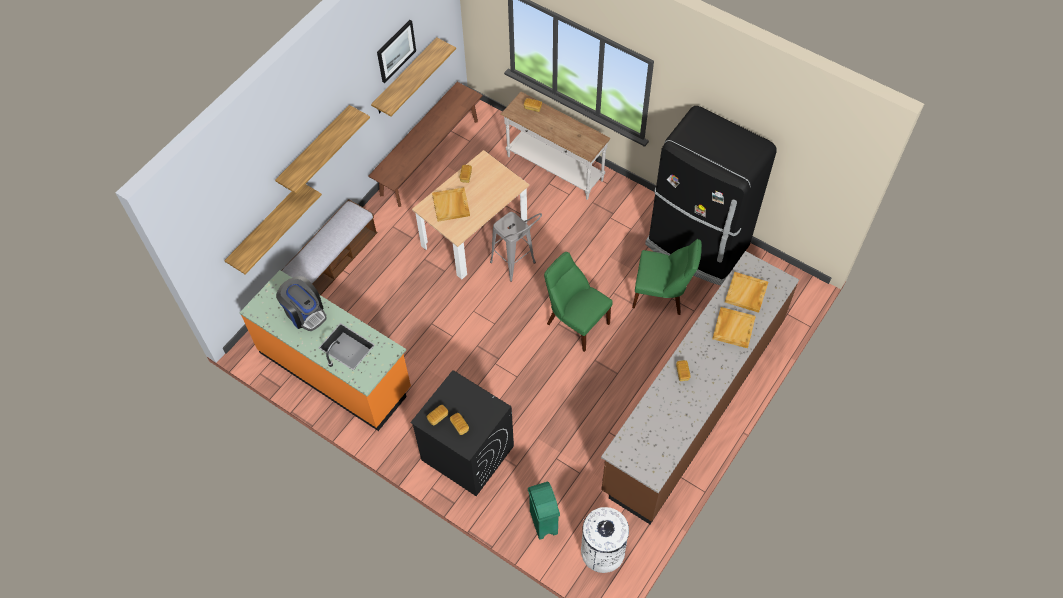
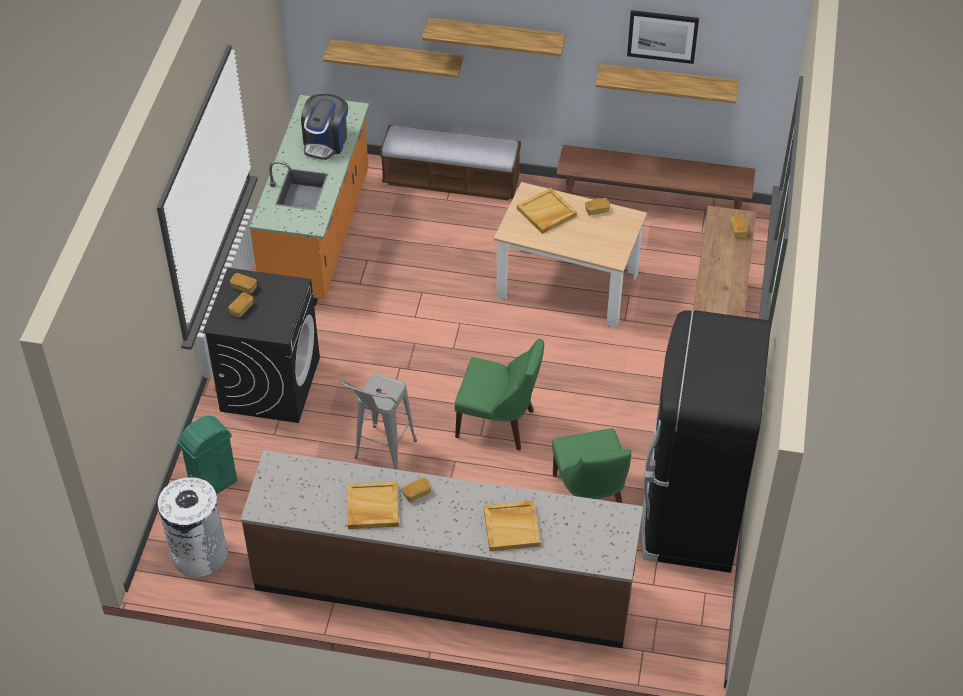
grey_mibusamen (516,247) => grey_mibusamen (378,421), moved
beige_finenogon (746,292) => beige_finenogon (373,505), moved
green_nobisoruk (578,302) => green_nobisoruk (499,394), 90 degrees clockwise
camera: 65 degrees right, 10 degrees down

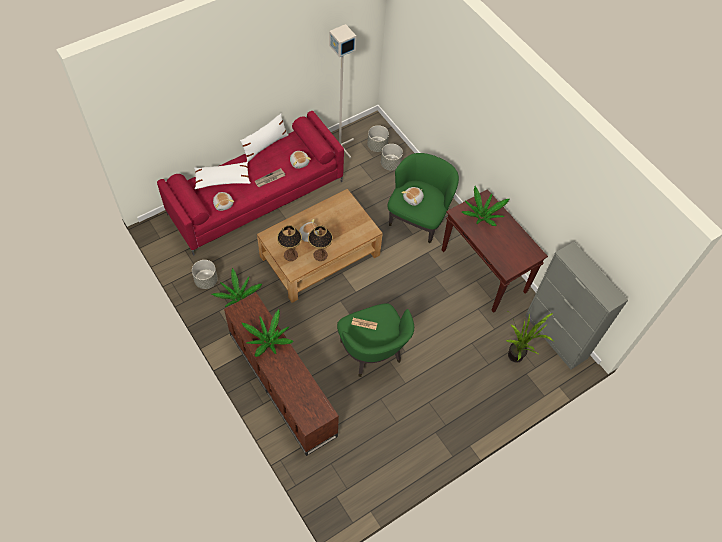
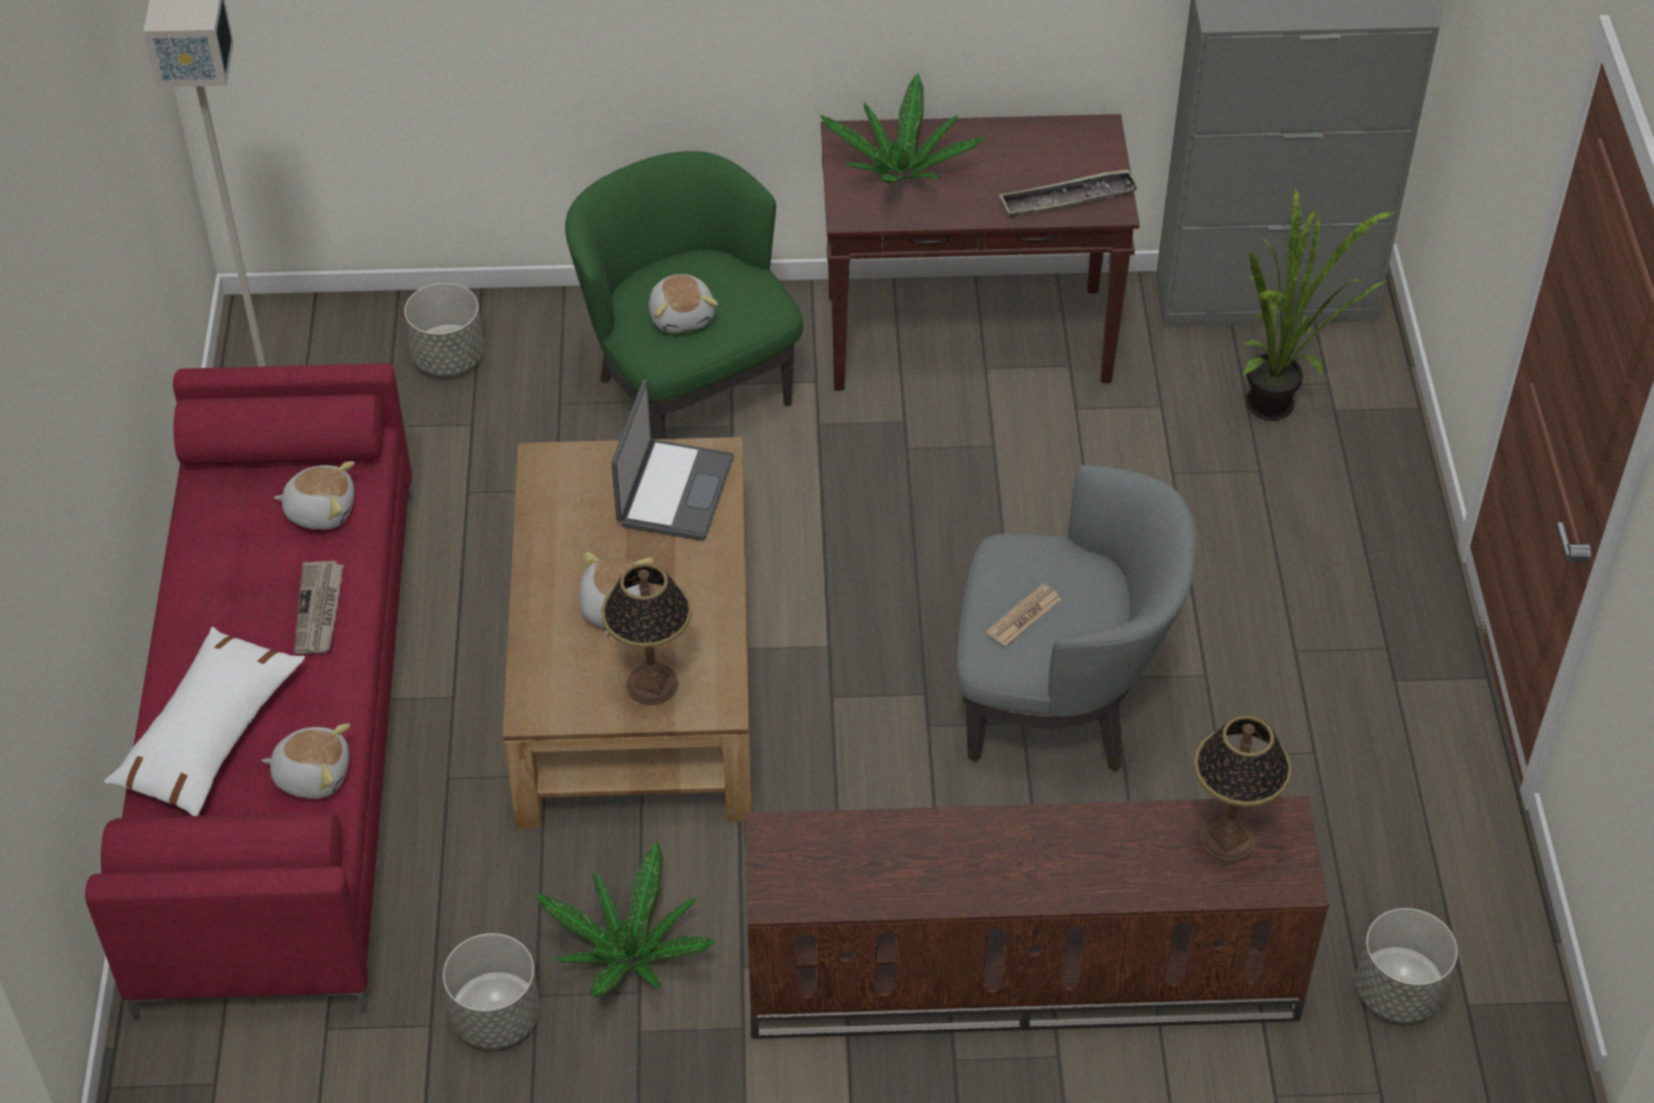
nothing => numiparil (672,460)
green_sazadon (375,340) => grey_sazadon (1076,618)
nothing => finenogon (1069,193)
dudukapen (320,243) => dudukapen (1243,788), moved
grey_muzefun (378,138) => grey_muzefun (1407,965), moved
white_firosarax (264,137) => nothing
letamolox (268,333) => nothing
camera: 55 degrees left, 10 degrees down

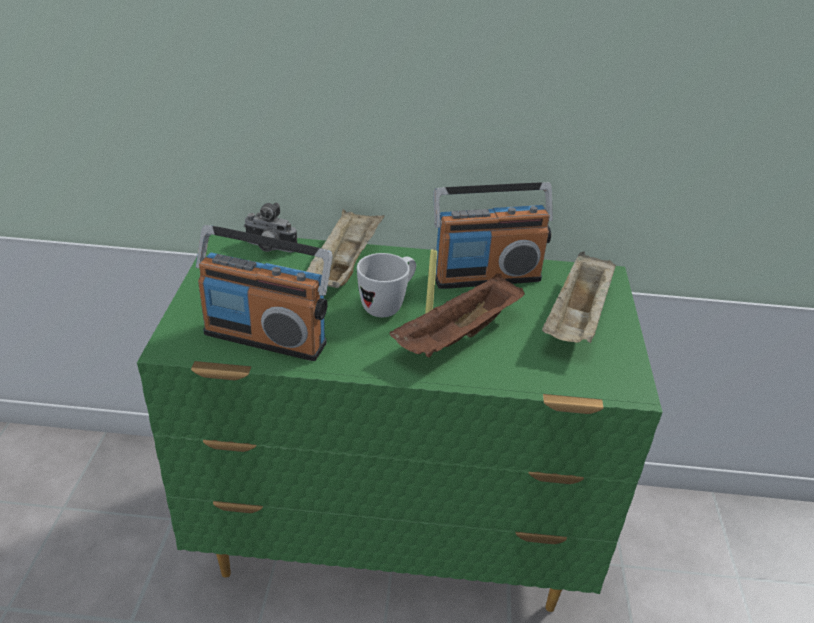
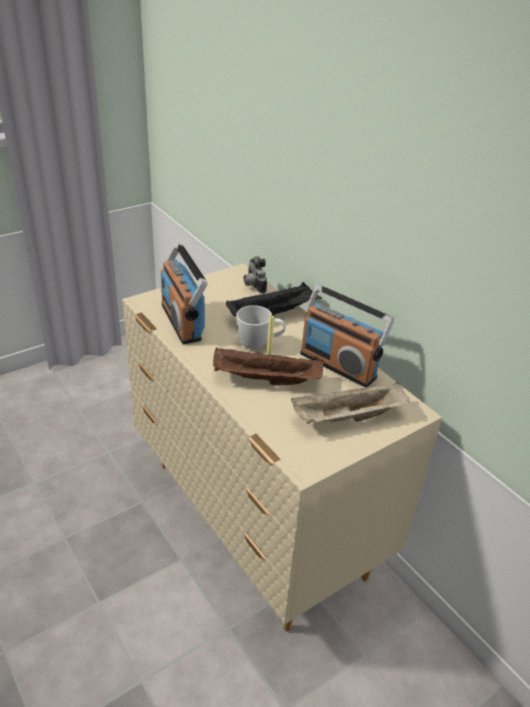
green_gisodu (399,423) => beige_gisodu (282,447)
beige_finenogon (345,248) => black_finenogon (274,299)
camera: 50 degrees right, 0 degrees up

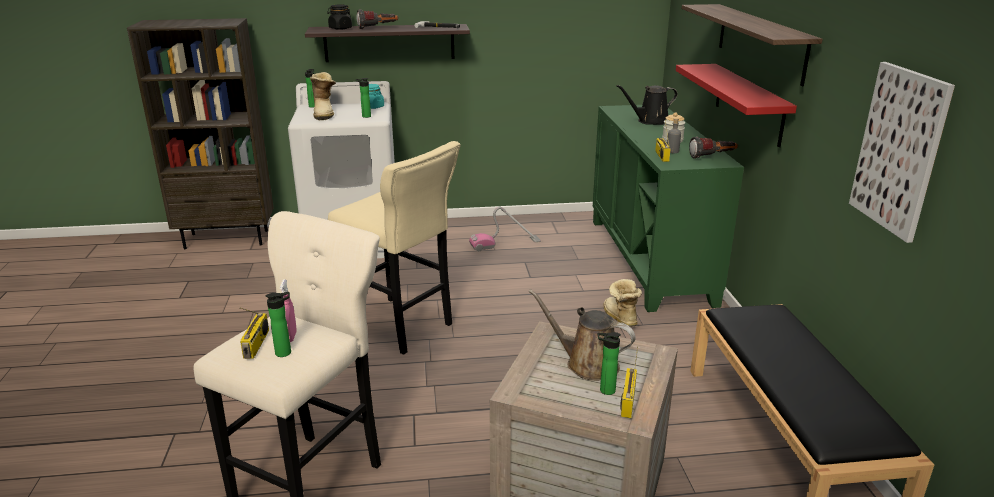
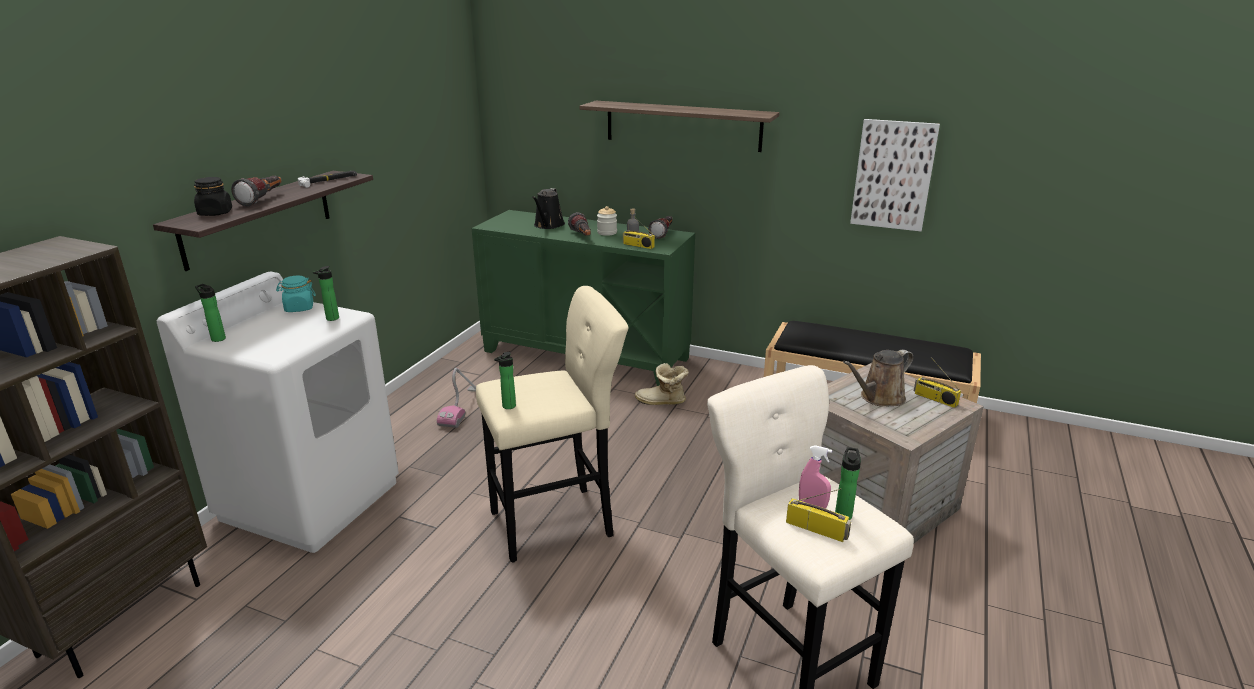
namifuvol (609,363) => namifuvol (505,380), moved
nothing => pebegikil (579,224)
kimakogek (323,96) => nothing
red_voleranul (736,105) => nothing
camera: 60 degrees left, 0 degrees up

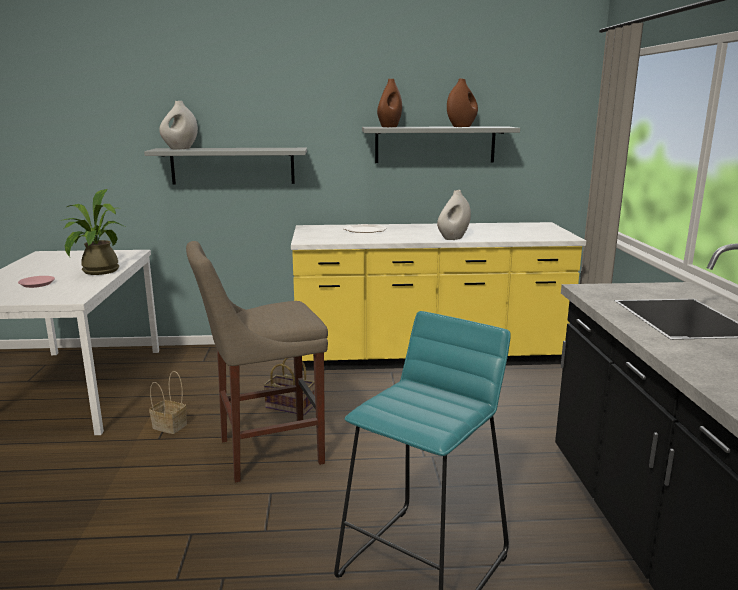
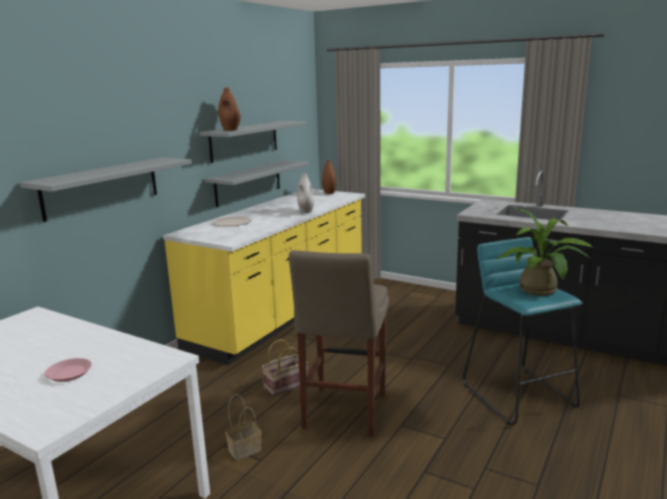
nothing => grey_voleranul (257,184)
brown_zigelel (462,103) => brown_zigelel (329,177), moved
letamolox (92,232) => letamolox (545,252), moved
white_zigelel (178,125) => nothing
camera: 55 degrees left, 0 degrees up

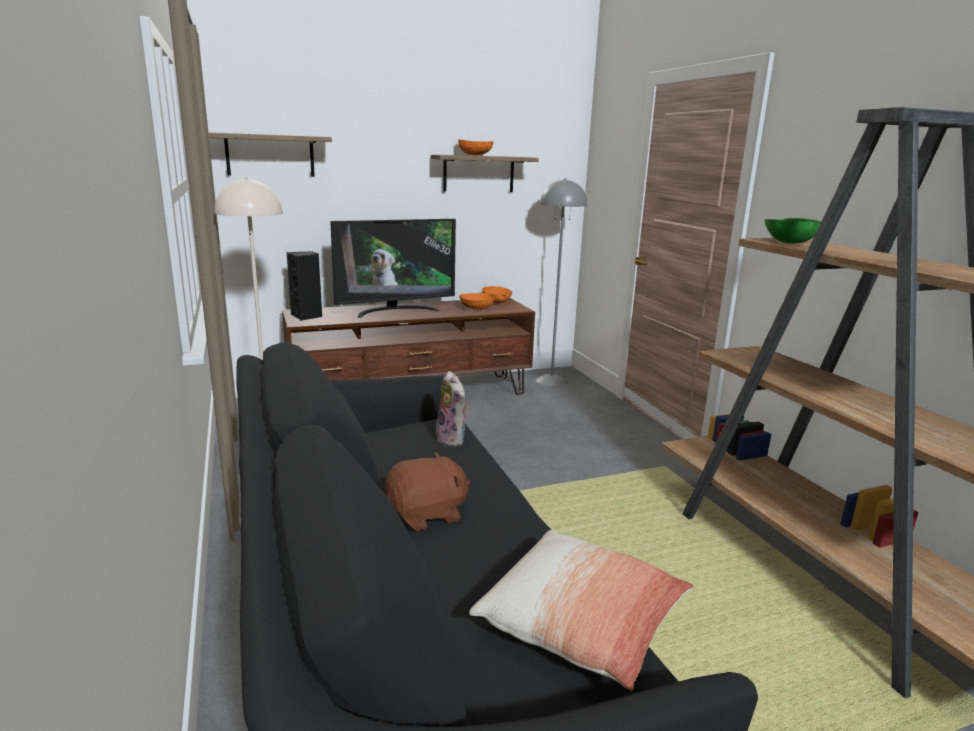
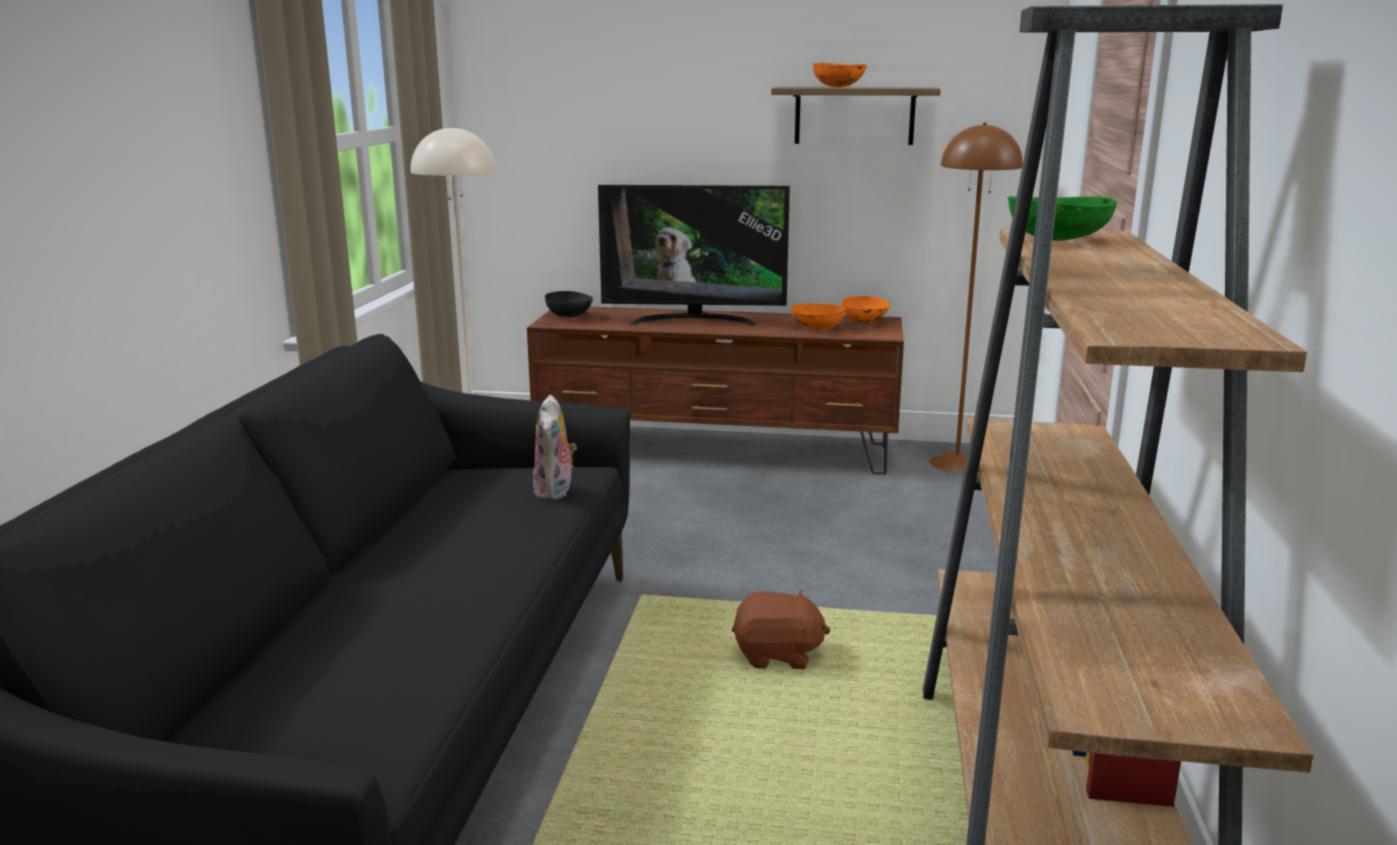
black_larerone (304,286) => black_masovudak (569,304)
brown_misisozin (427,491) => brown_misisozin (781,629), moved
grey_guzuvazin (561,282) => brown_guzuvazin (976,297)
voleranul (270,155) => nothing
firosarax (581,610) => nothing
camera: 30 degrees right, 0 degrees up

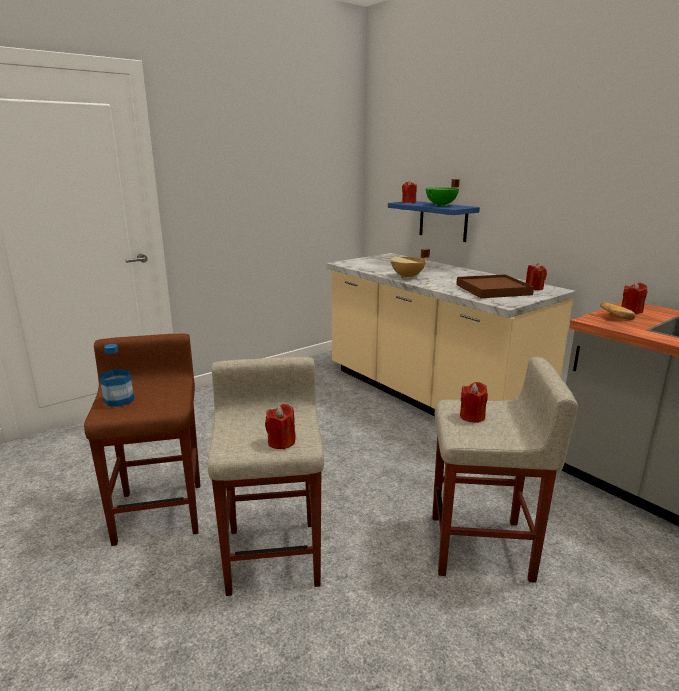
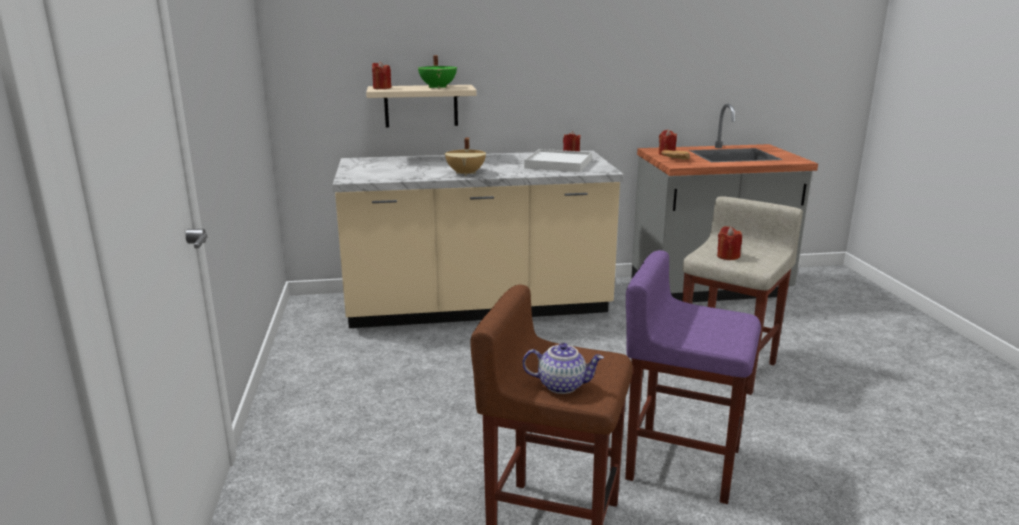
blue_voleranul (434,221) => beige_voleranul (421,106)
namifuvol (117,375) => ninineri (563,368)
brown_finenogon (495,286) => white_finenogon (558,160)
beige_mibusamen (266,476) => purple_mibusamen (693,377)
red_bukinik (280,426) => nothing
camera: 60 degrees left, 0 degrees up

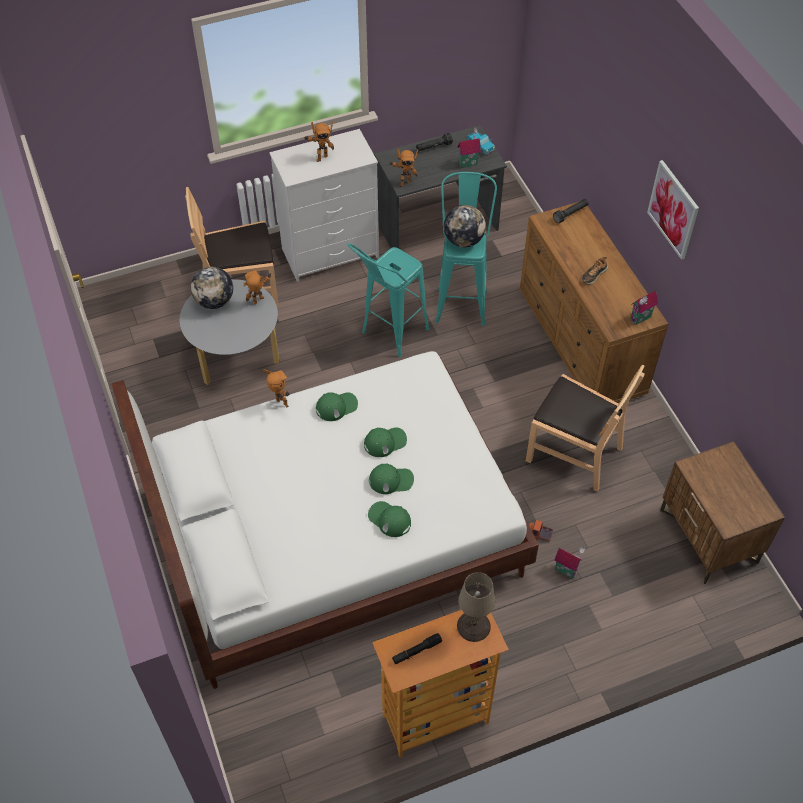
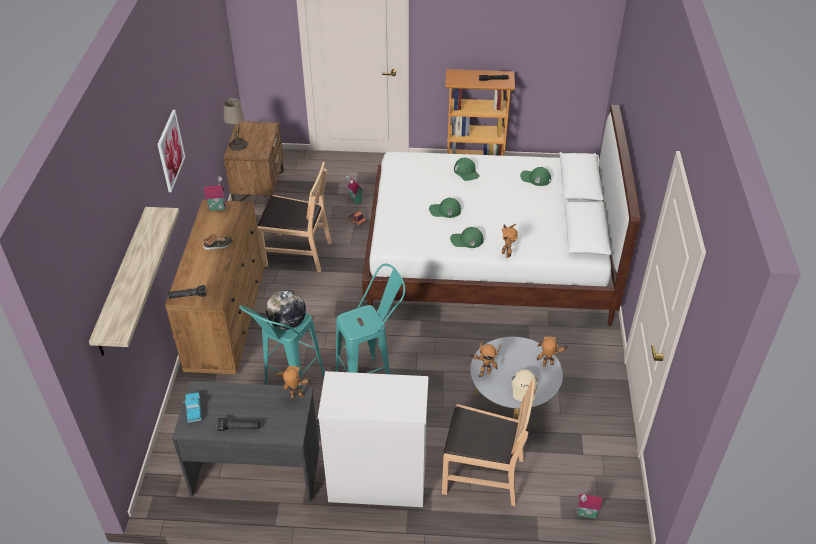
nothing => voleranul (134,281)
beige_dudukapen (476,607) => beige_dudukapen (236,124), moved
brown_nobisoruk (585,428) => brown_nobisoruk (294,217), 135 degrees clockwise
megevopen (212,288) => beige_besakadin (524,385)
green_besakadin (391,478) => green_besakadin (535,176), moved
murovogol (319,141) => murovogol (552,351), moved
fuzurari (469,148) => fuzurari (590,506), moved
camera: 155 degrees left, 10 degrees down

